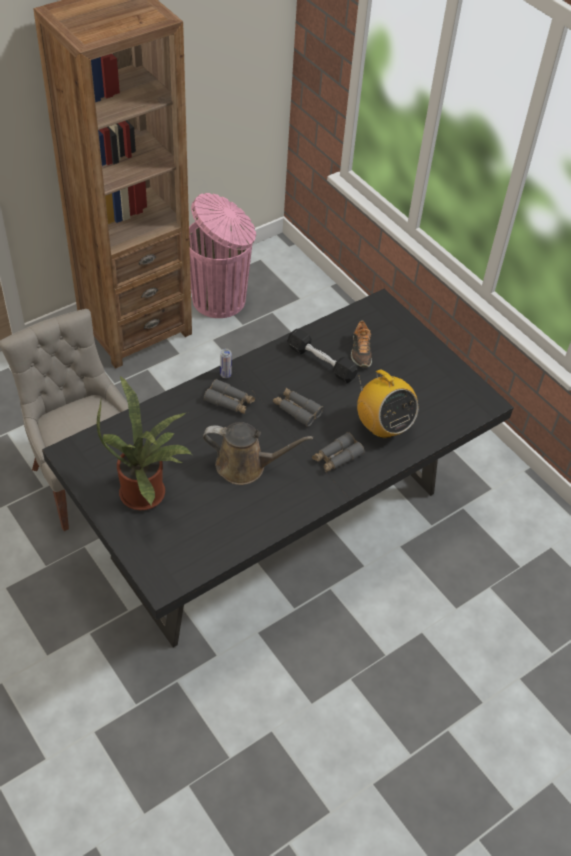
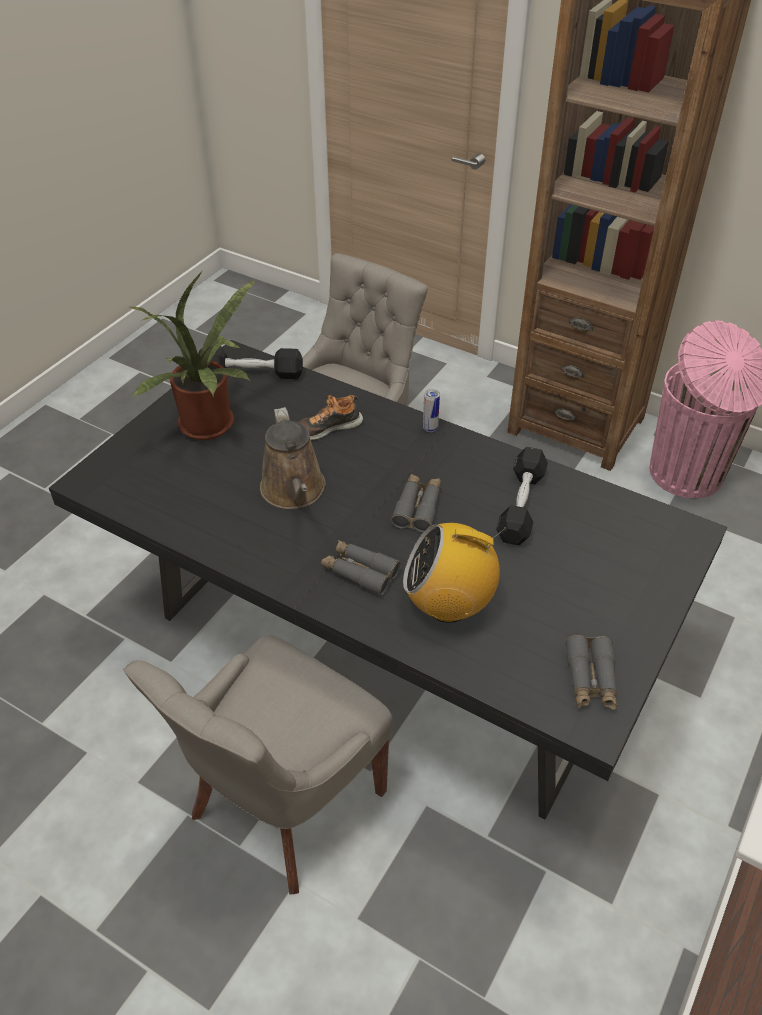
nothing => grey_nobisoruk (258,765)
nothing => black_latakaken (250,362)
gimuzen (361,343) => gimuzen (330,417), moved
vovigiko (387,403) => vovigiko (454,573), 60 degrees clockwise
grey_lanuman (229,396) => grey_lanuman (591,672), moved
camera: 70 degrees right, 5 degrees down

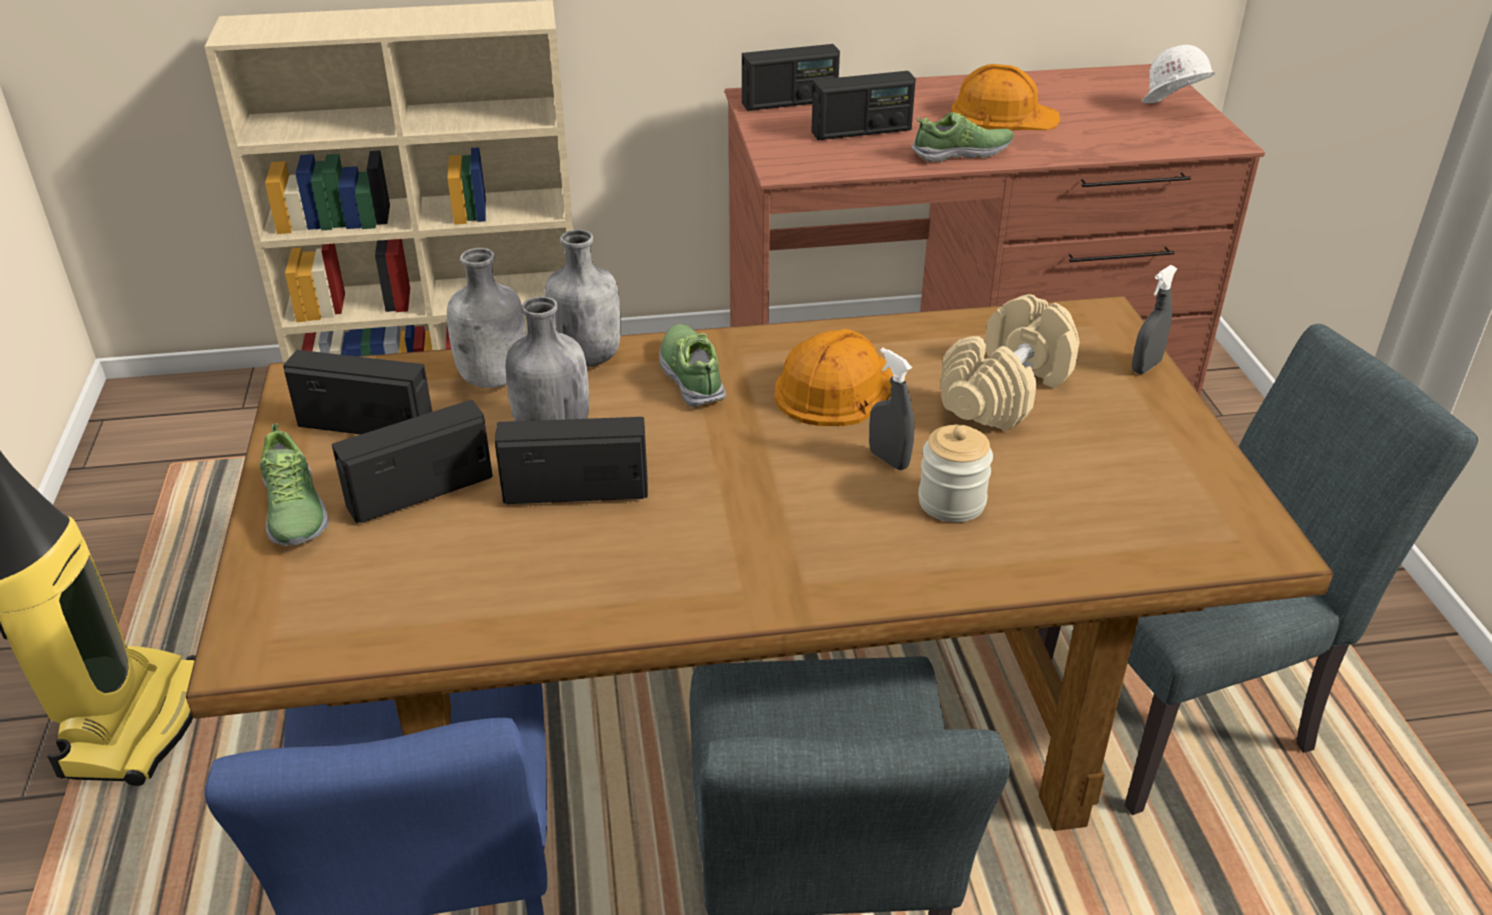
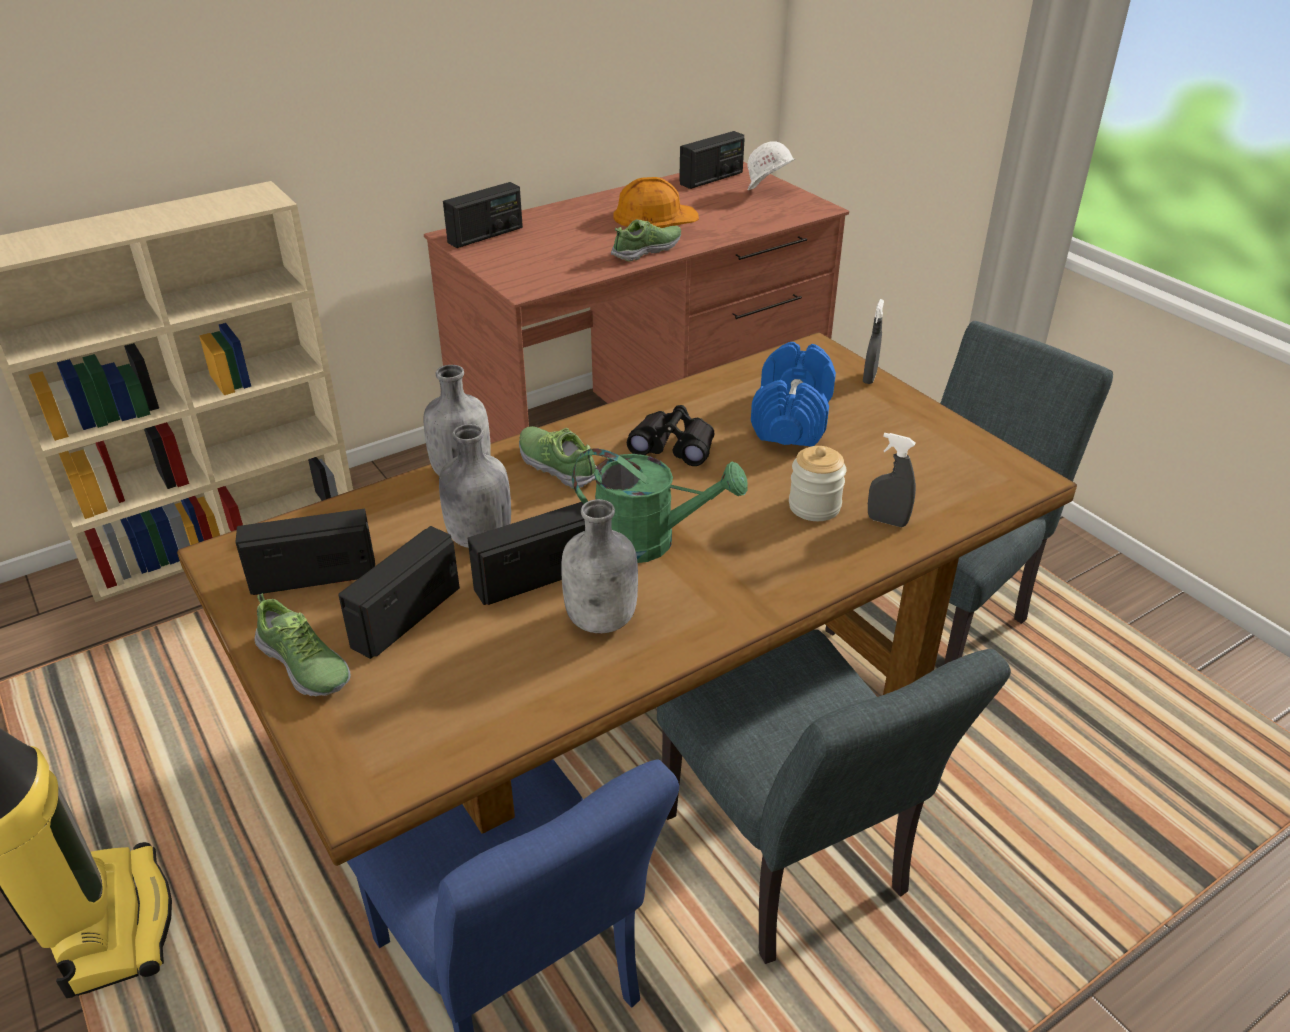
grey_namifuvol (487,318) => grey_namifuvol (599,566), moved
nothing => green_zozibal (660,505)
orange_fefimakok (840,377) => black_lanuman (671,435)
vovigiko (863,105) => vovigiko (712,160), moved
beige_latakaken (1010,362) => blue_latakaken (793,394)
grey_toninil (891,409) => grey_toninil (892,480), moved
camera: 25 degrees left, 0 degrees up

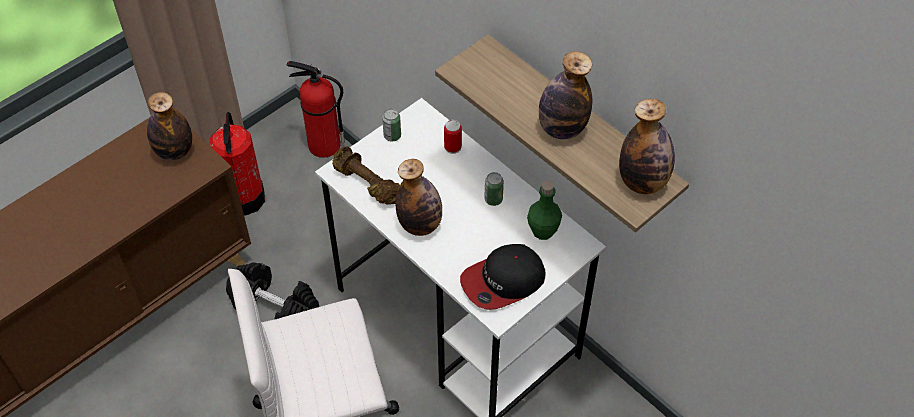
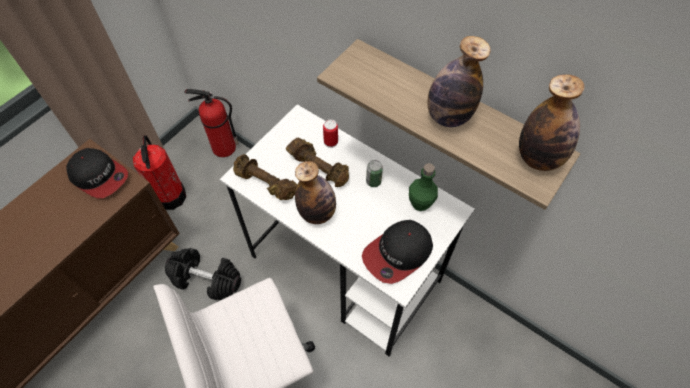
namifuvol (169,126) => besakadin (97,173)
nothing => brown_latakaken (317,162)
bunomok (391,125) => nothing
camera: 10 degrees left, 5 degrees up

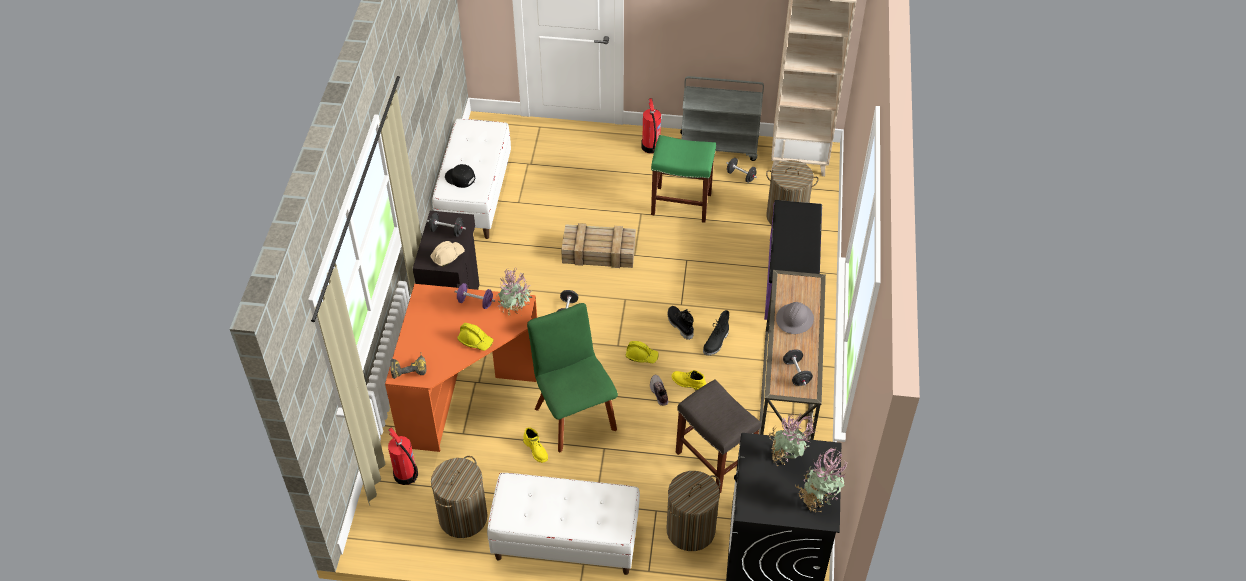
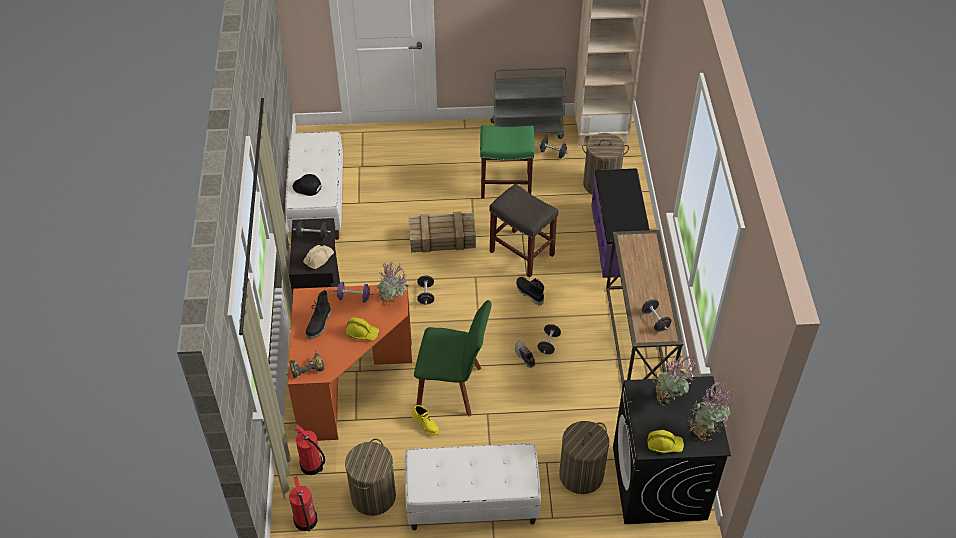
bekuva (651,126) => bekuva (303,504), moved
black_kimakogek (716,333) => black_kimakogek (318,314), moved
green_nobisoruk (572,377) => green_nobisoruk (453,358), 135 degrees clockwise
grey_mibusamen (718,436) => grey_mibusamen (523,231), moved
yellow_kimakogek (689,380) => black_latakaken (549,339)
yellow_fefimakok (642,352) => yellow_fefimakok (665,441), moved
grey_fefimakok (795,318) => nothing
camera: 10 degrees left, 0 degrees up

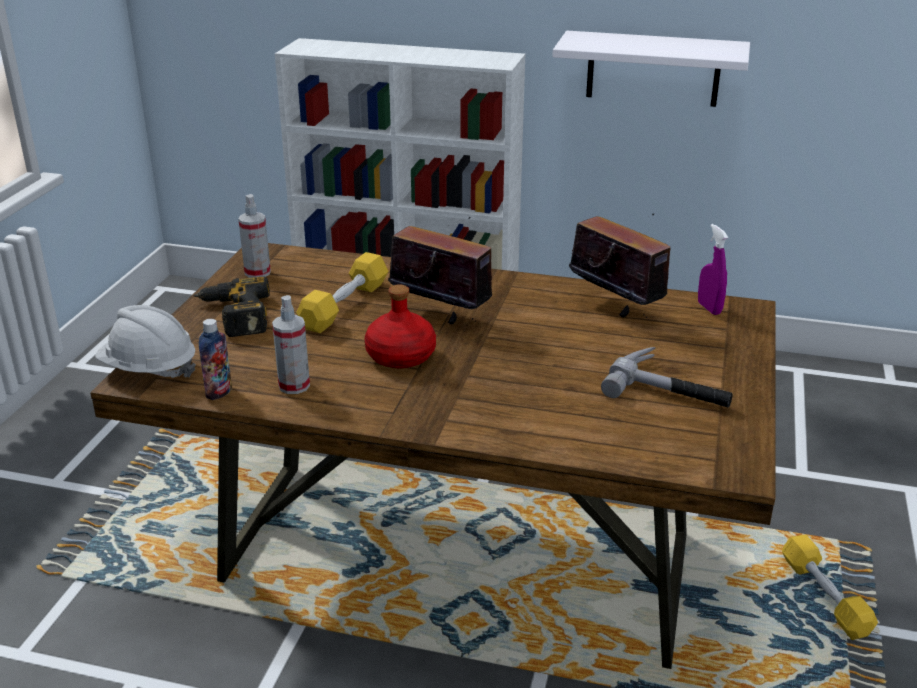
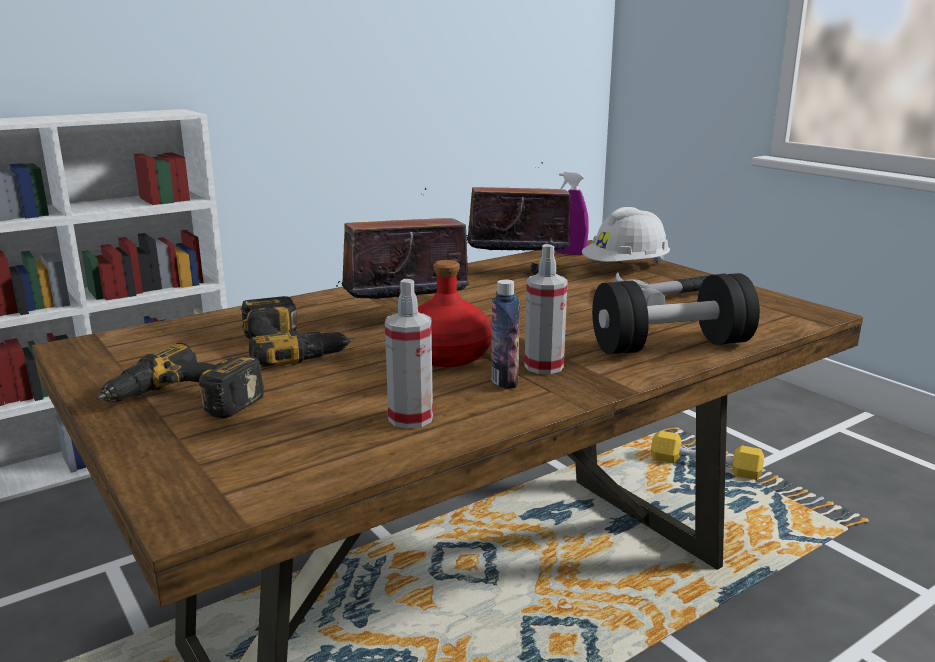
yellow_latakaken (342,292) => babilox (297,331)
namifuvol (215,359) => namifuvol (505,334), moved
toninil (254,236) => toninil (546,309), moved
white_fefimakok (145,341) => white_fefimakok (626,235), moved
nothing => black_latakaken (676,313)
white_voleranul (651,69) => nothing
camera: 50 degrees left, 10 degrees down

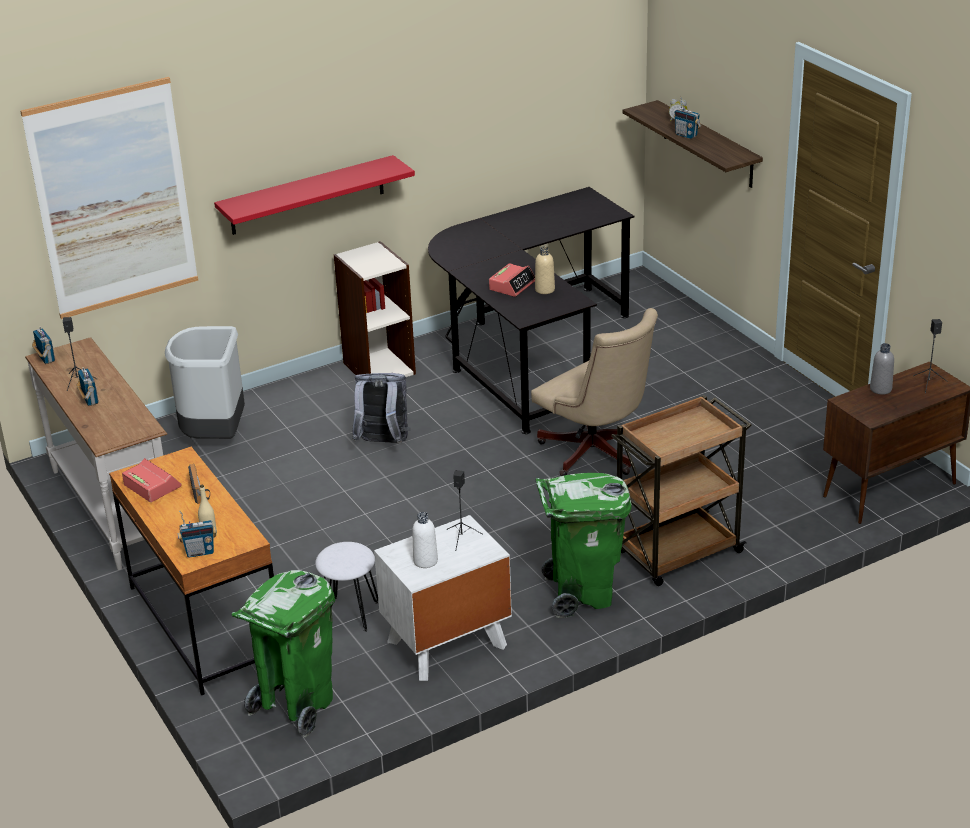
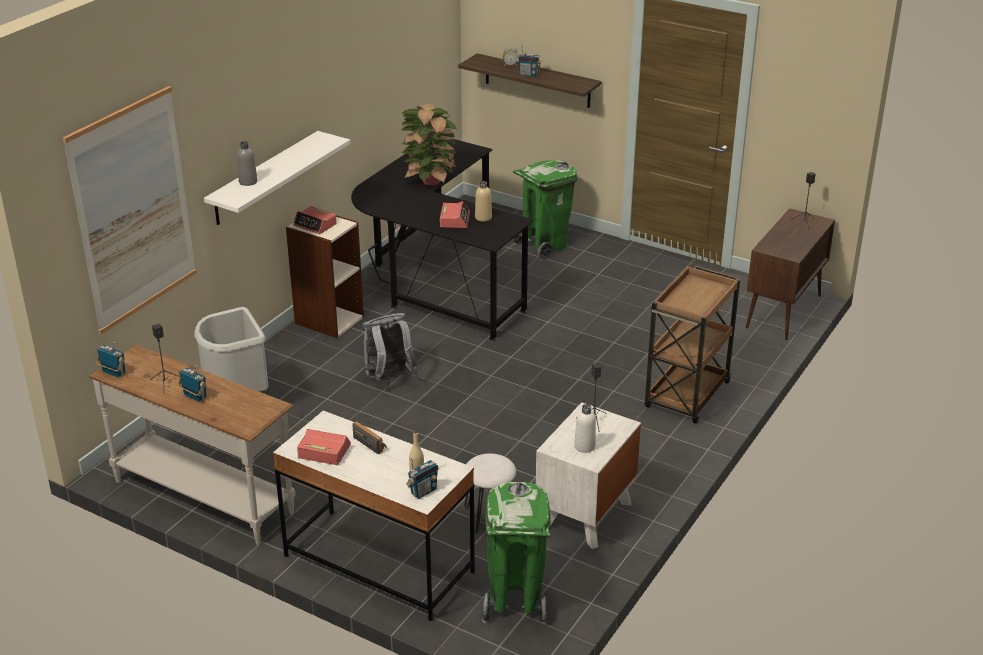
red_voleranul (314,195) => white_voleranul (277,178)
grey_namifuvol (882,369) => grey_namifuvol (247,163), moved
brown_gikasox (191,571) => white_gikasox (374,516)
nothing => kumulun (315,220)
nothing => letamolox (429,144)
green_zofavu (584,545) => green_zofavu (545,210), moved
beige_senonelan (594,392) => nothing
camera: 30 degrees left, 0 degrees up

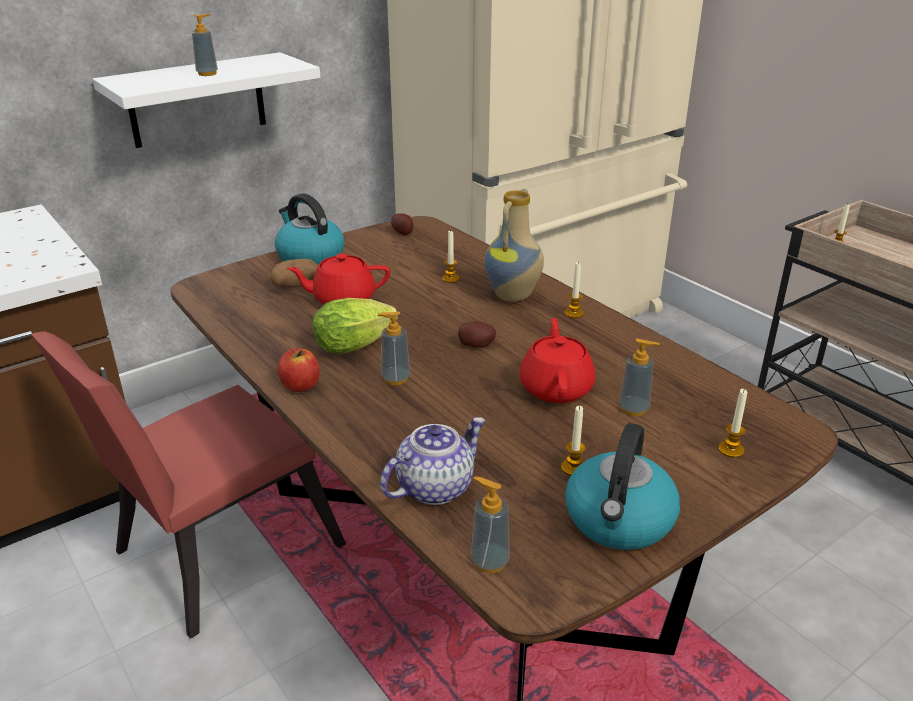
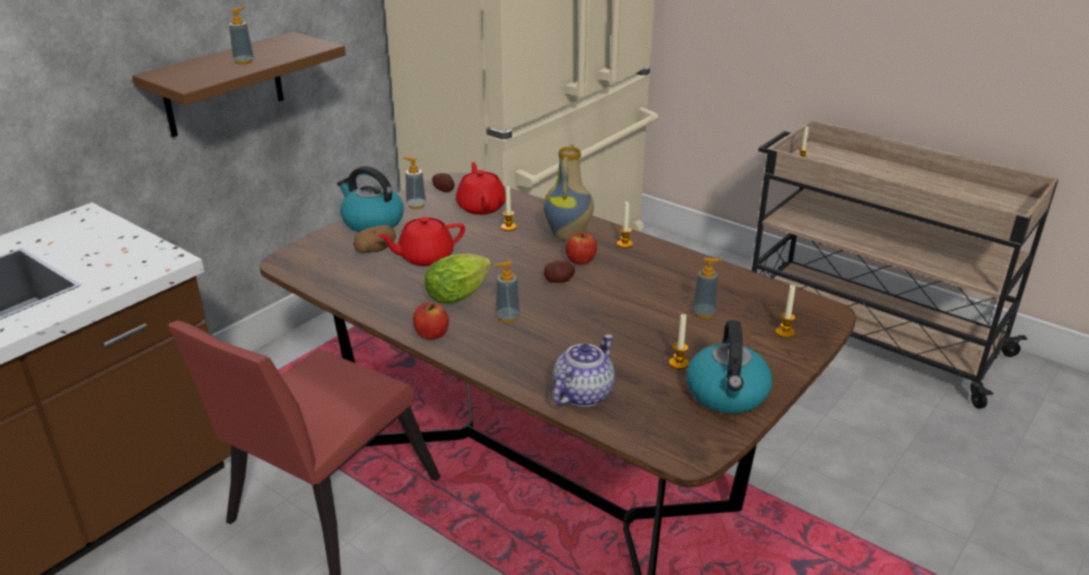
white_voleranul (206,100) => brown_voleranul (239,84)
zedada (490,524) => zedada (414,183), moved
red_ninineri (557,360) => red_ninineri (481,188), moved
nothing => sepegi (581,248)
camera: 15 degrees left, 0 degrees up

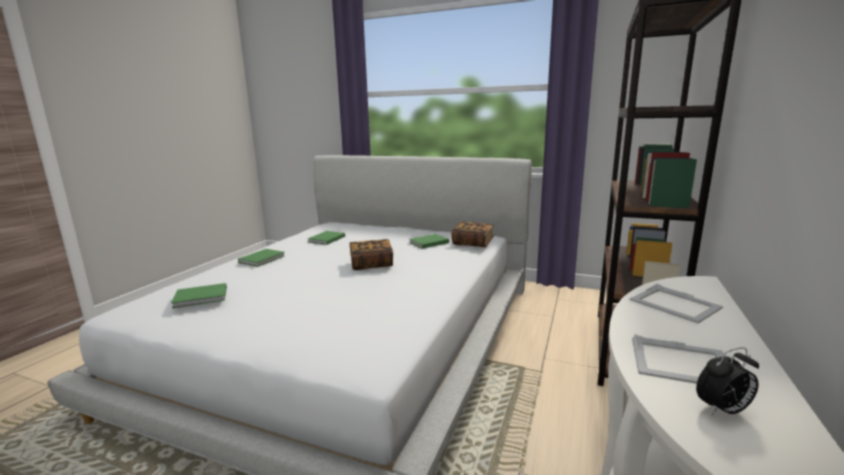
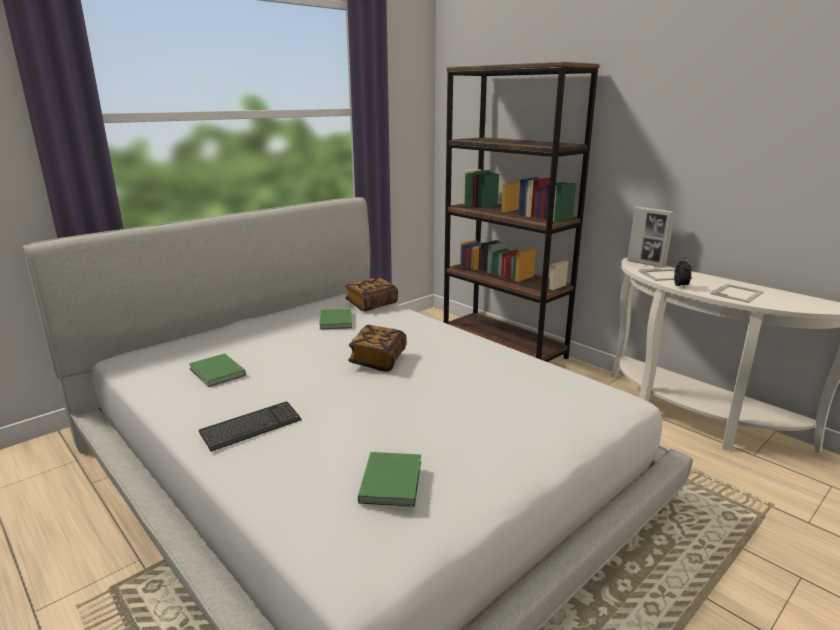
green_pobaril (261,258) => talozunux (250,427)
nothing => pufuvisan (651,237)
kumulun (727,381) => kumulun (683,272), moved
camera: 65 degrees left, 5 degrees up

